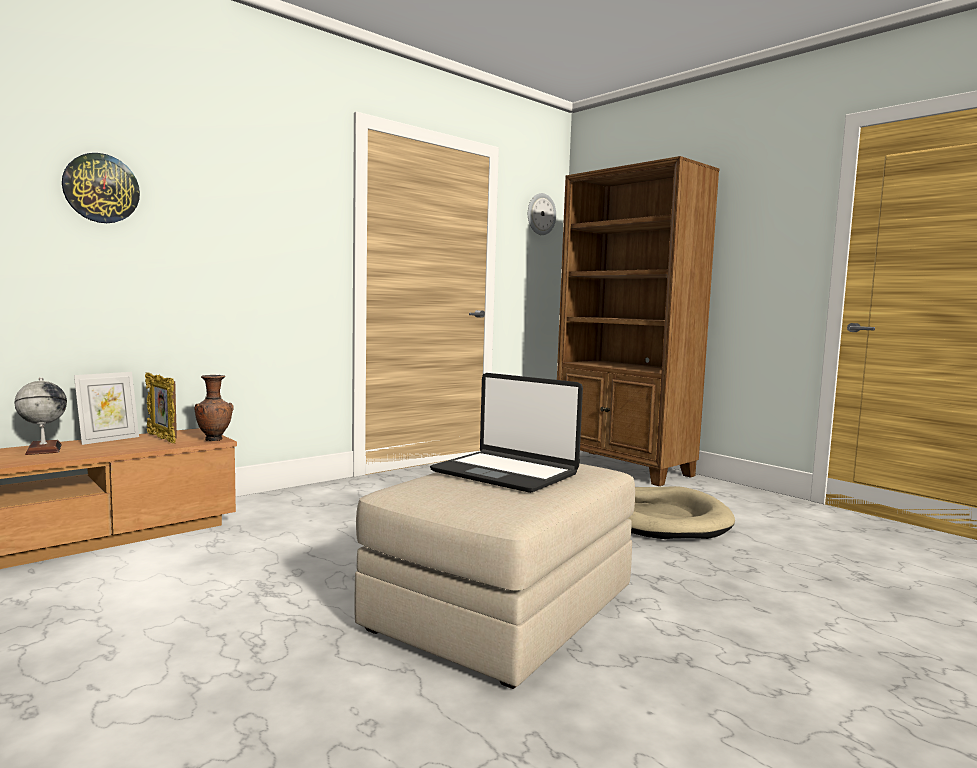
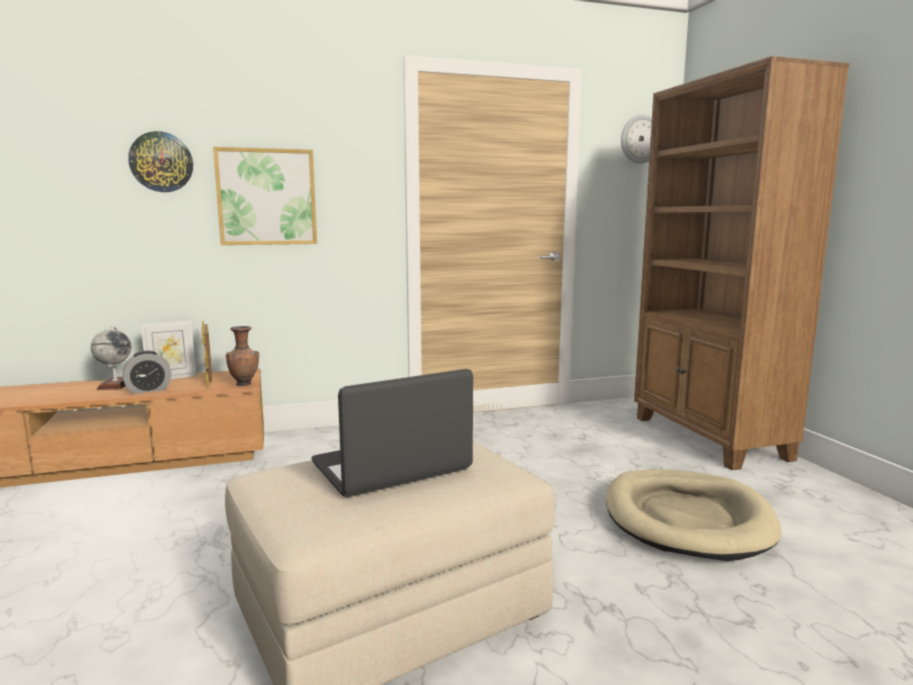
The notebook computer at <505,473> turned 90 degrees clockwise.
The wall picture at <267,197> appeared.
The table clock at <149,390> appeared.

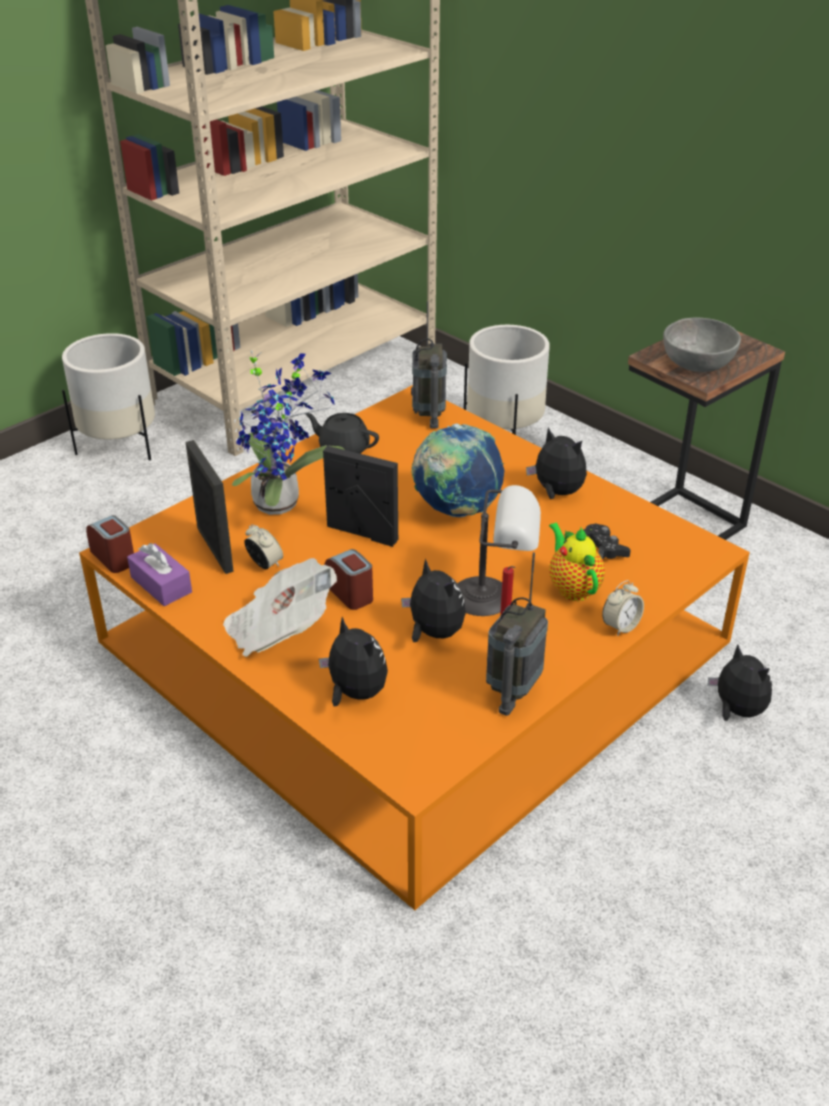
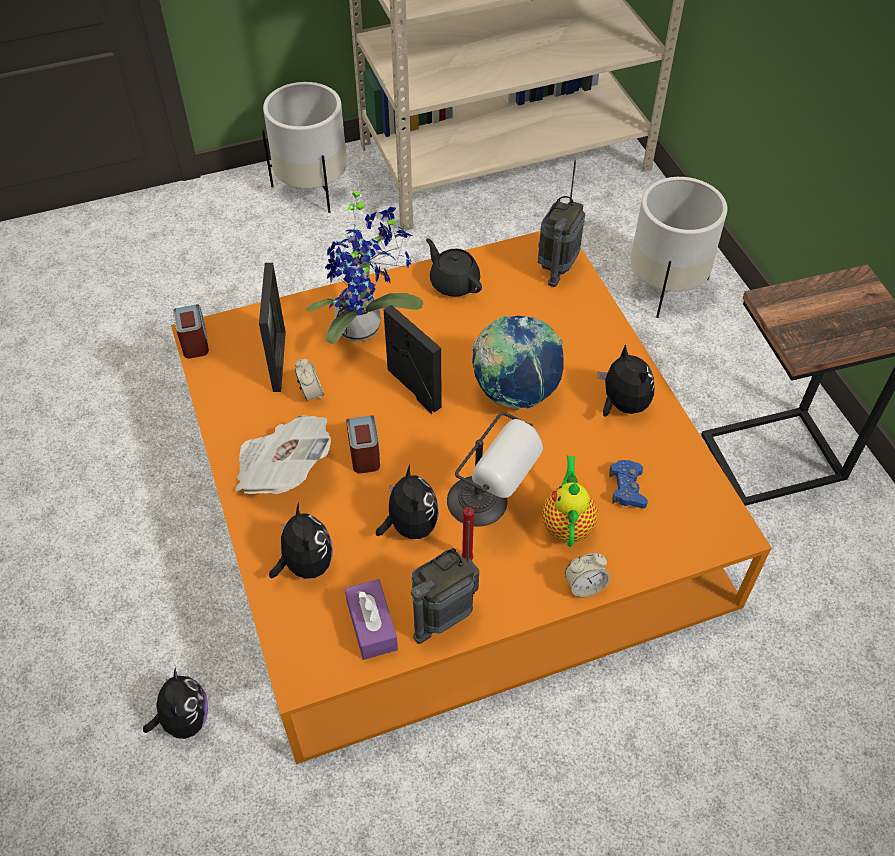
The grey deep dish at <698,362> disappeared.
The black-coloured game controller at <604,548> became the bluish game controller at <627,488>.
The purple tissue holder moved from <161,585> to <372,625>.
The cuddly toy moved from <736,711> to <184,719>.

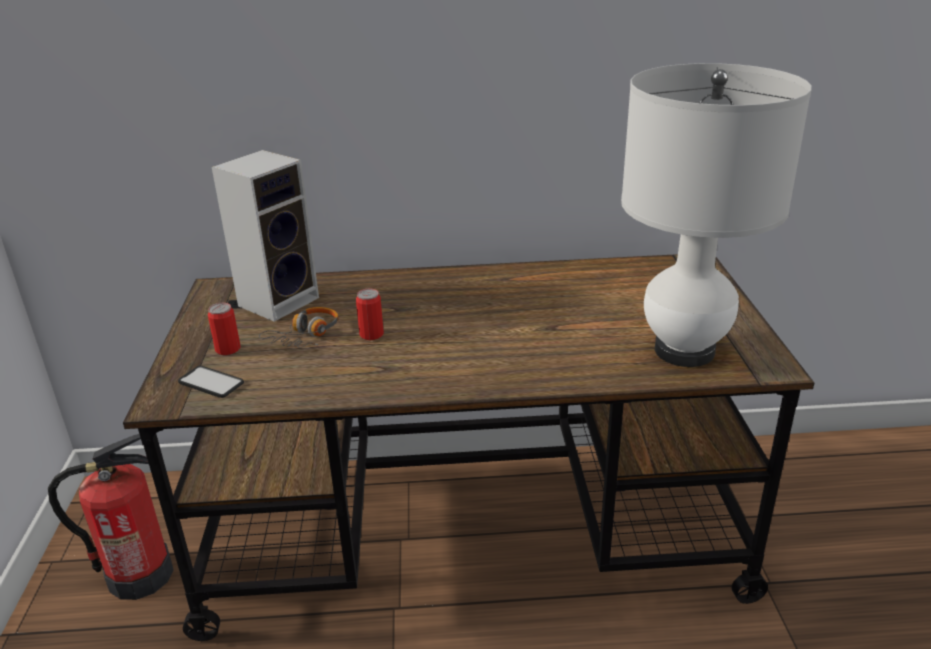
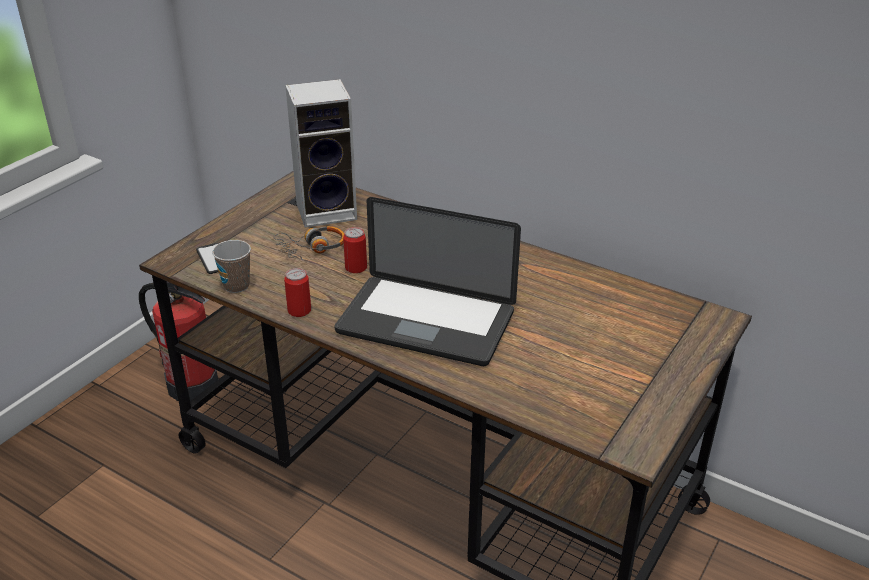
The whitish table lamp at <684,351> disappeared.
The metal can moved from <228,349> to <299,310>.
The notebook computer at <426,322> appeared.
The small cup at <236,286> appeared.

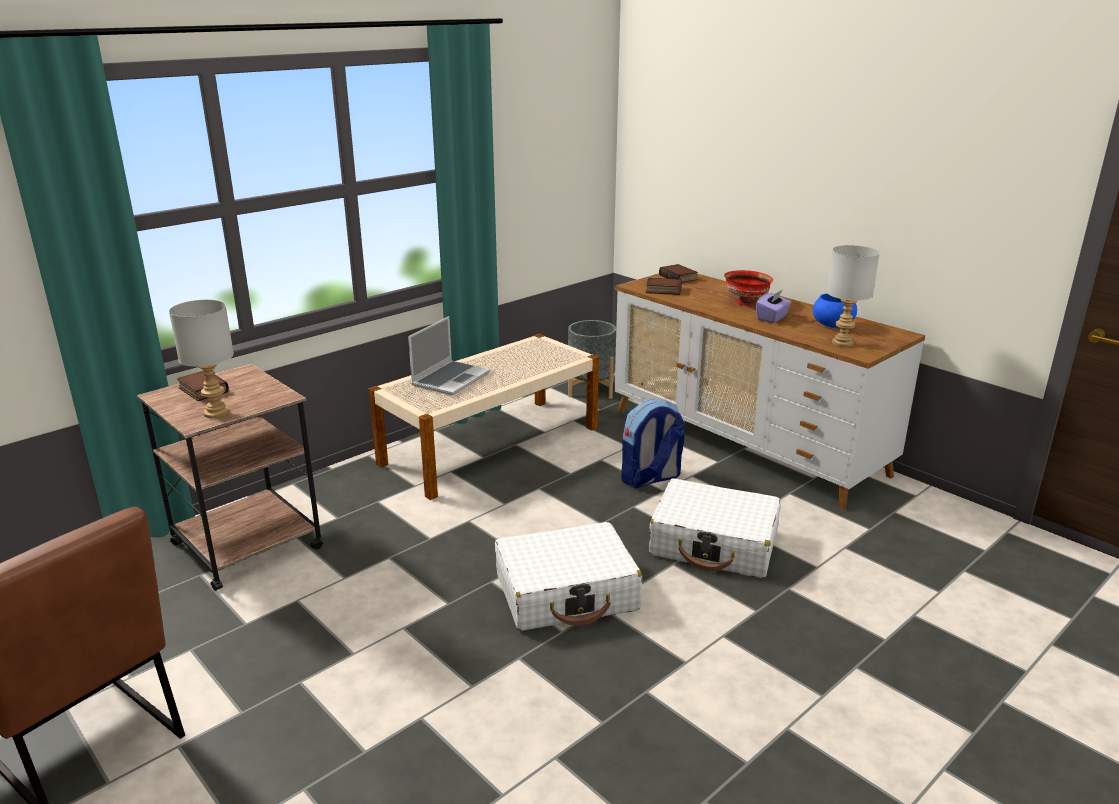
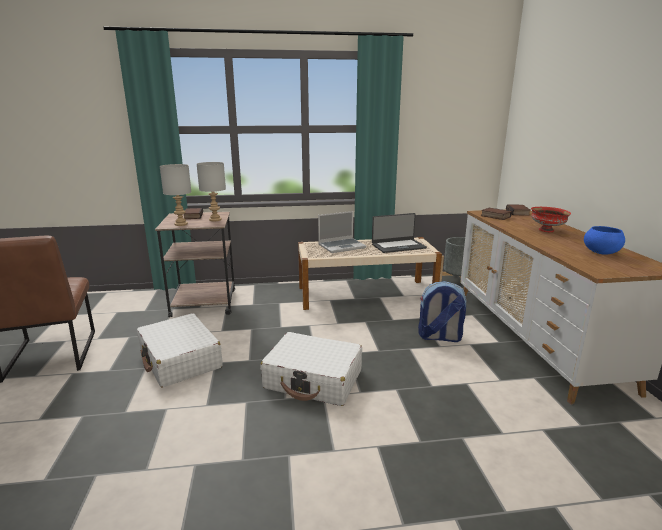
The grey table lamp moved from <841,343> to <214,219>.
The purple tissue holder at <772,318> disappeared.
The whitish suitcase moved from <714,544> to <180,360>.
The notebook computer at <398,246> appeared.

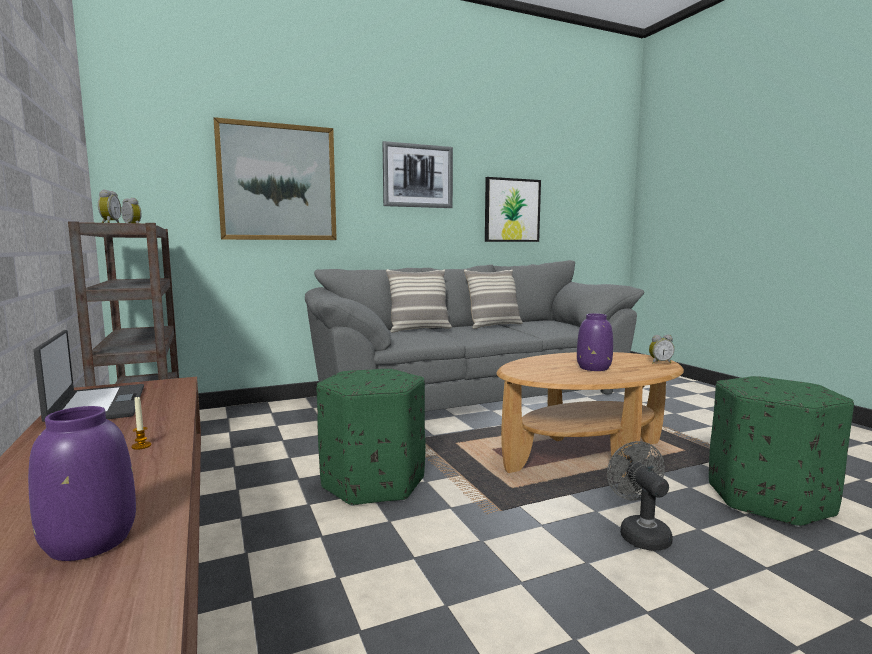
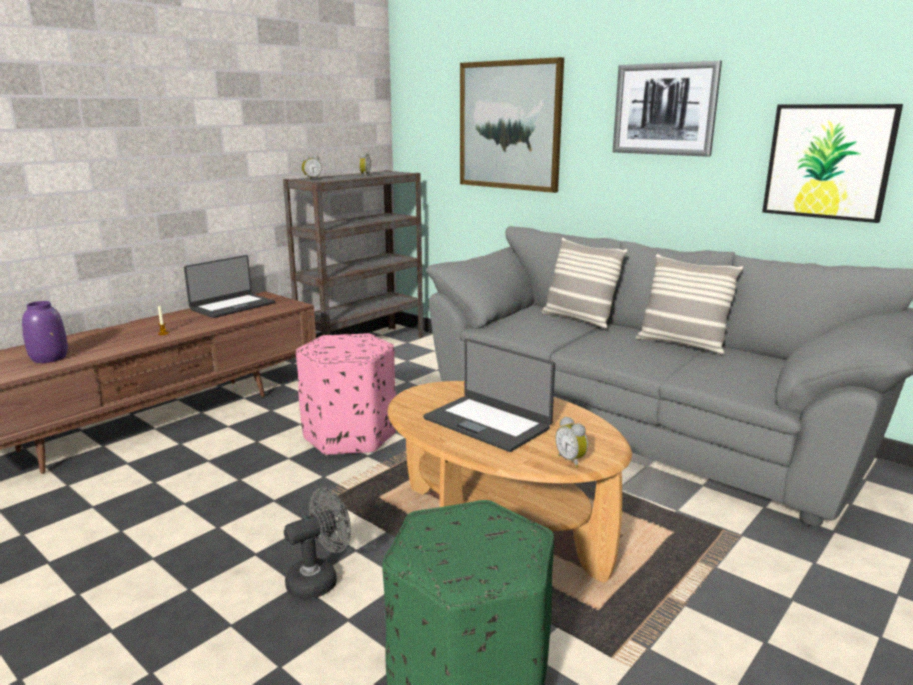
The purple vase at <593,368> was replaced by the notebook computer at <488,423>.
The green-coloured footrest at <372,482> became the pink footrest at <350,435>.

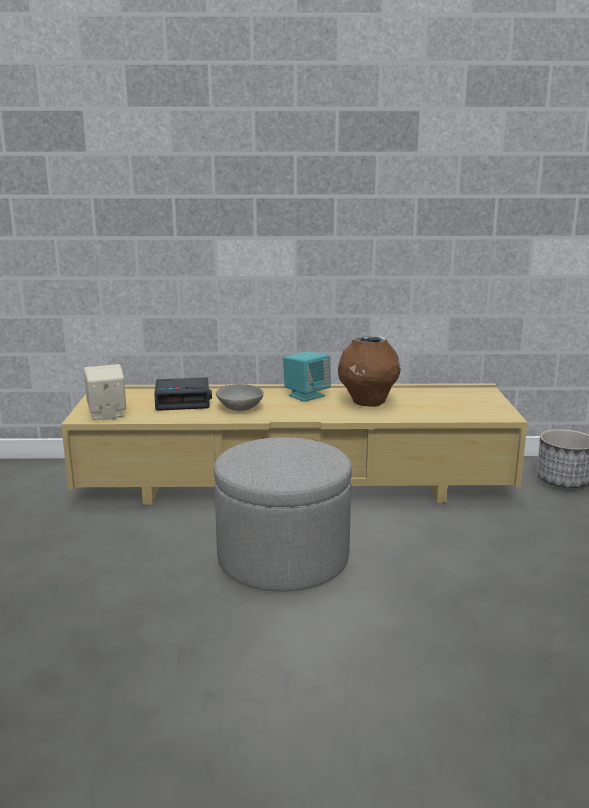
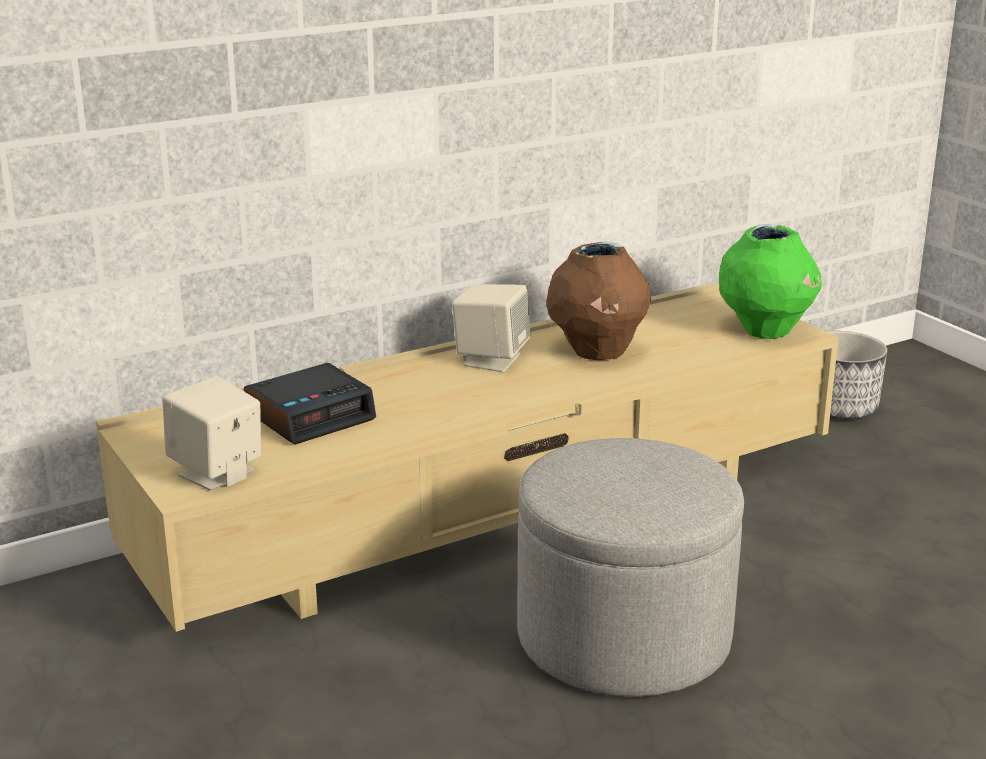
The turquoise loudspeaker at <306,395> became the beige loudspeaker at <491,359>.
The grey deep dish at <240,408> disappeared.
The green-coloured vase at <765,332> appeared.

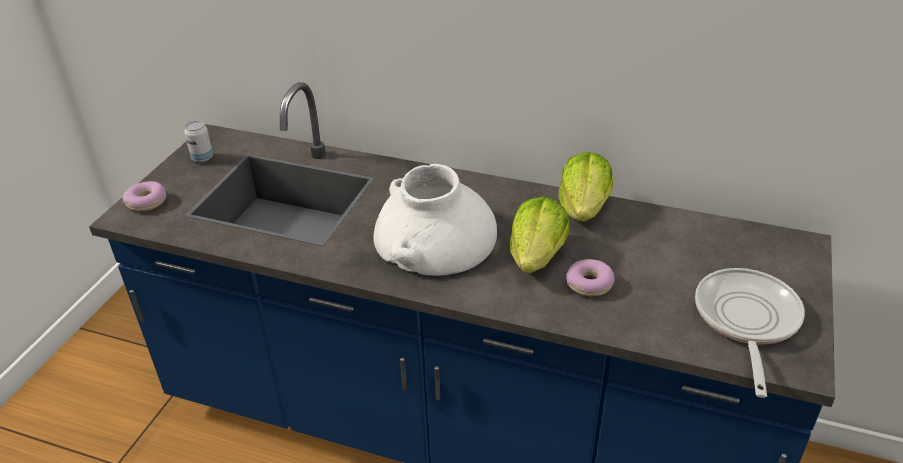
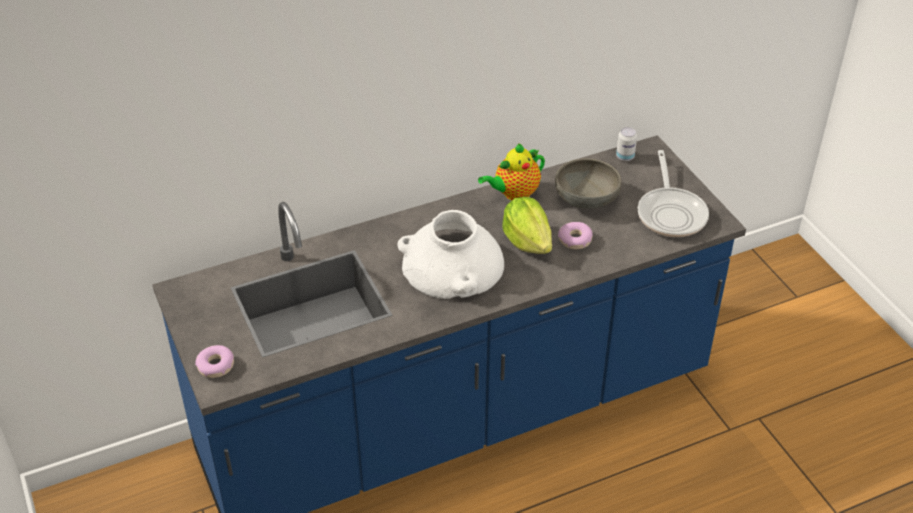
The metal can moved from <202,158> to <625,157>.
The lettuce head at <584,208> was replaced by the teapot at <514,194>.
The frying pan at <746,321> turned 150 degrees counterclockwise.
The grey deep dish at <586,198> appeared.

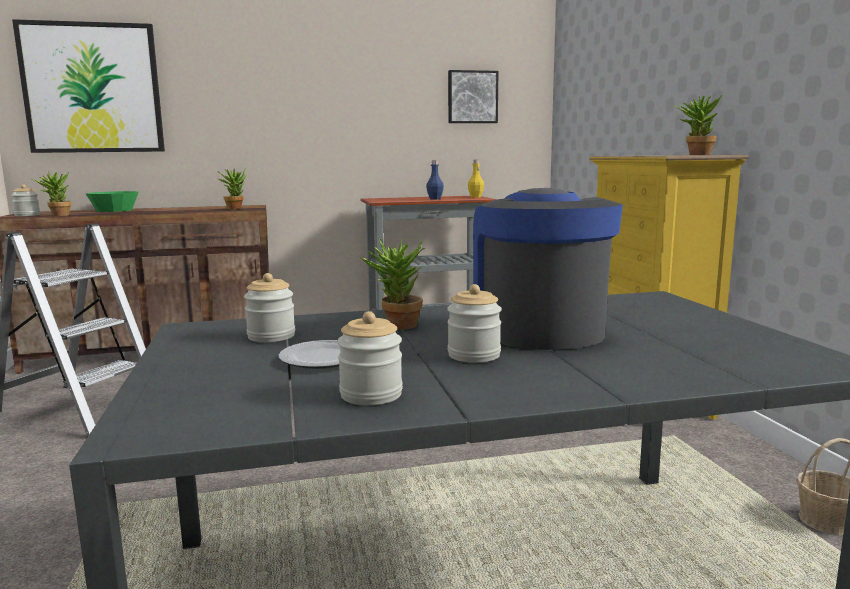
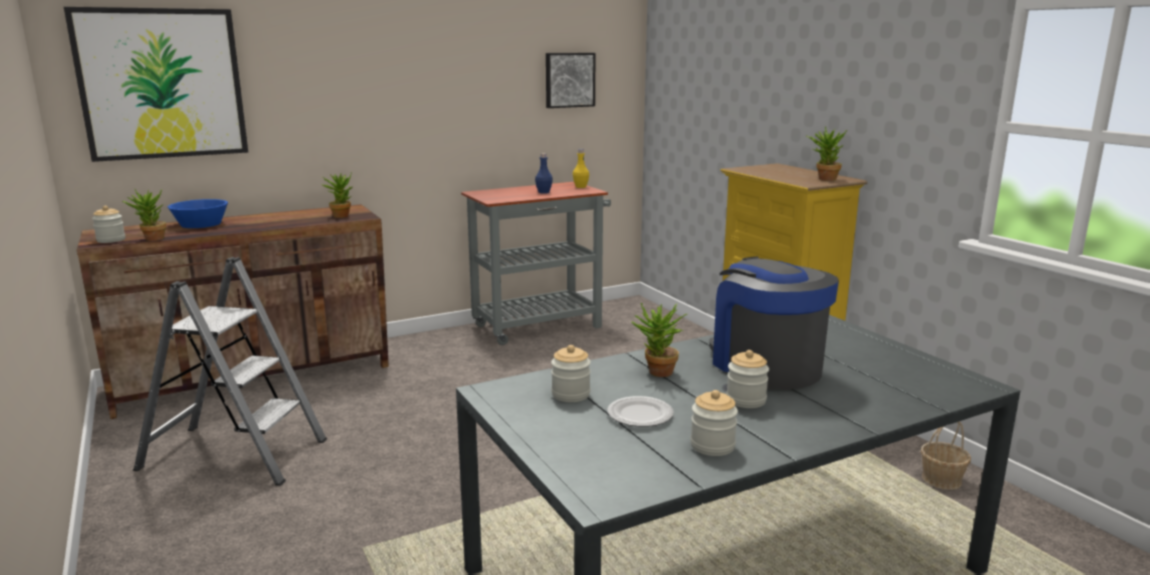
The green-coloured deep dish at <114,210> became the bluish deep dish at <201,224>.

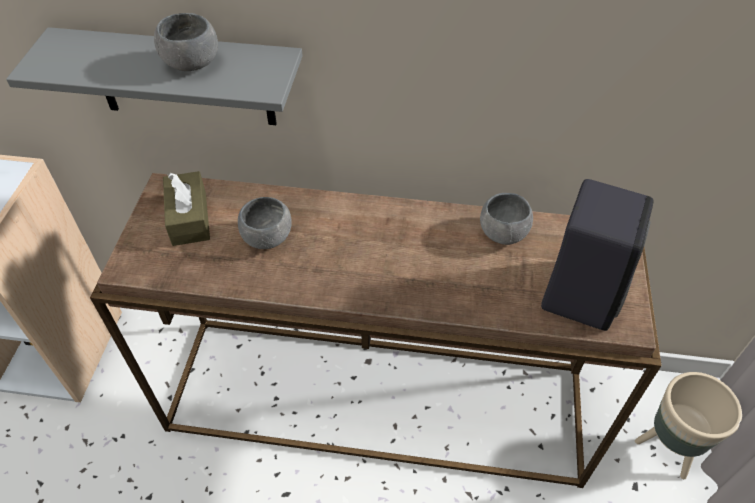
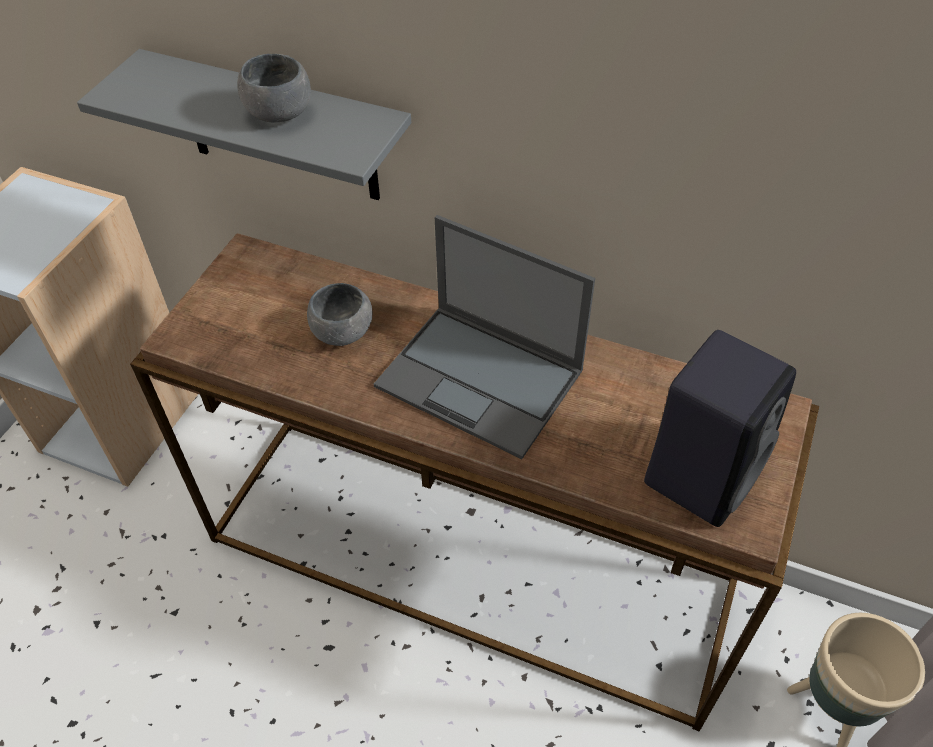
The brown-coloured tissue holder at <189,218> disappeared.
The grey deep dish at <503,233> disappeared.
The notebook computer at <482,379> appeared.

